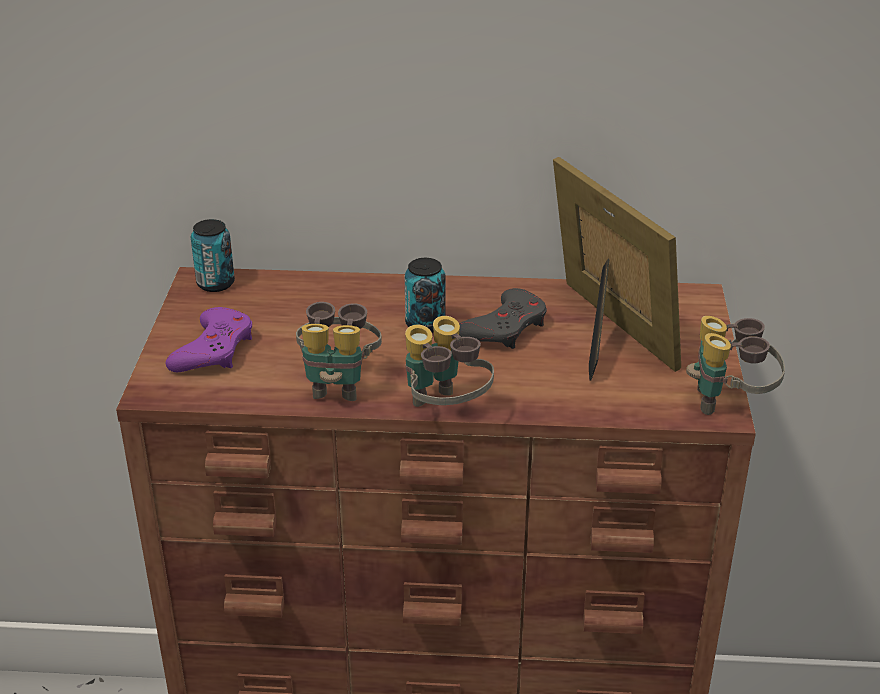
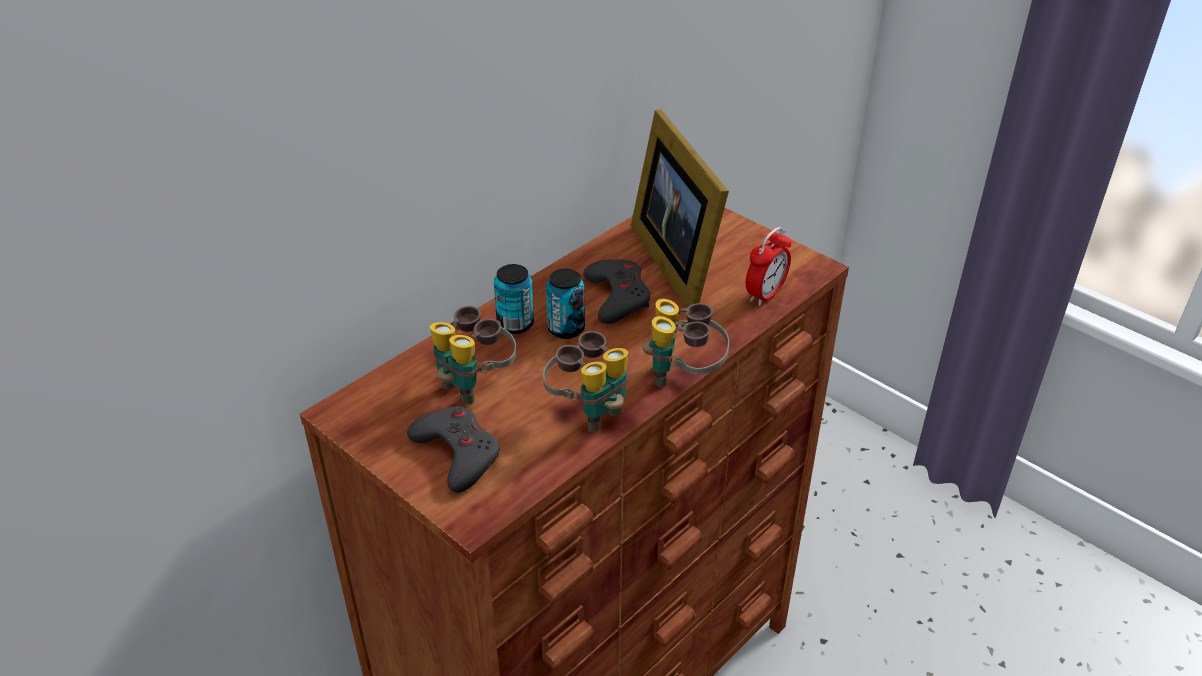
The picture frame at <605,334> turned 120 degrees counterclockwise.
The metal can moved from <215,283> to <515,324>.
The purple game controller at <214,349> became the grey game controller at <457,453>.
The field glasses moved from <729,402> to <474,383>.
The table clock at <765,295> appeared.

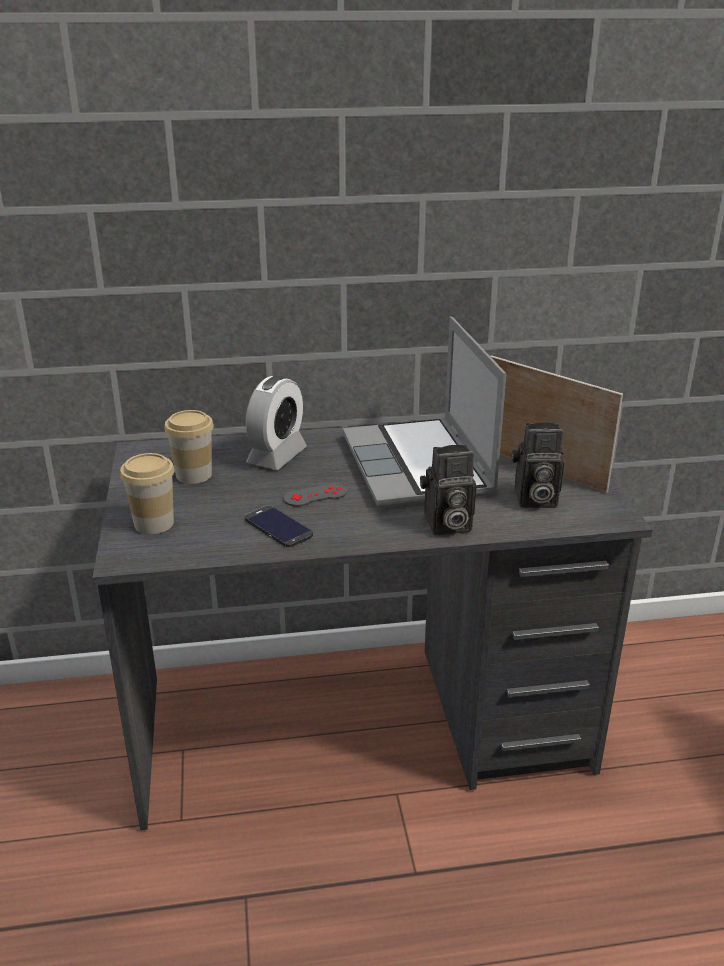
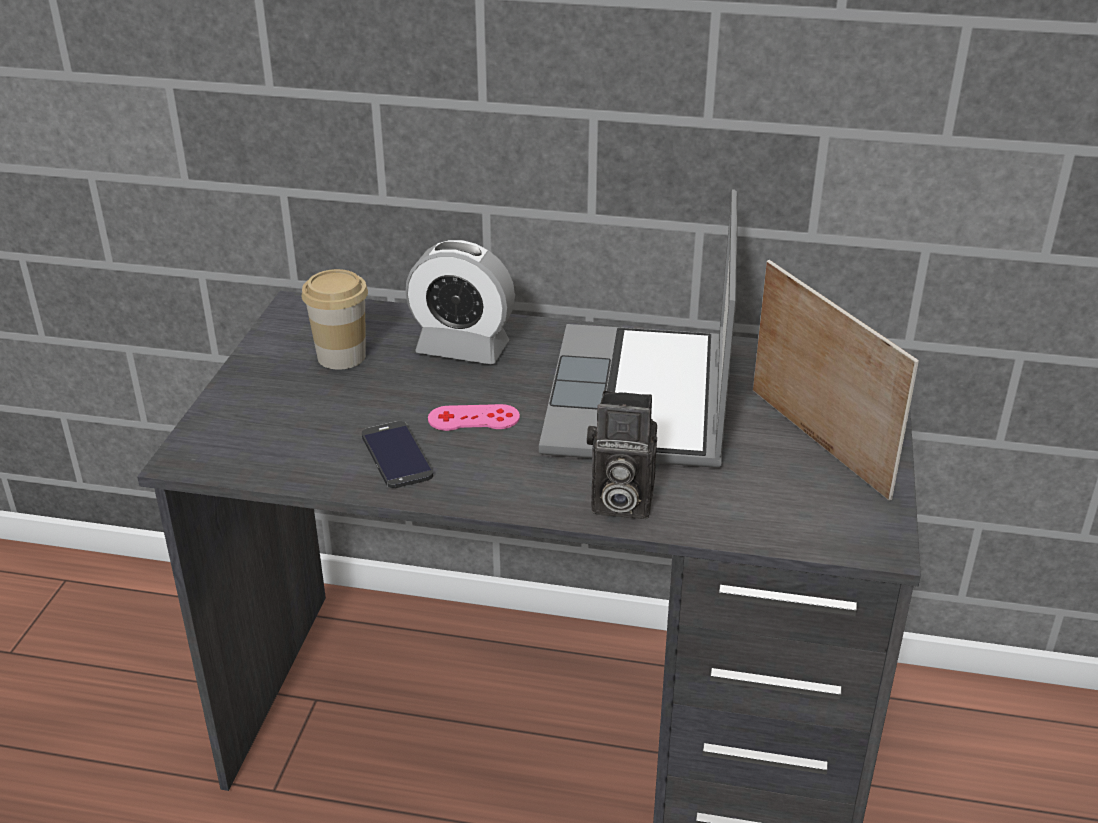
The table clock at <277,456> turned 60 degrees clockwise.
The still camera at <533,500> disappeared.
The small cup at <154,523> disappeared.
The grey game controller at <315,495> became the pink game controller at <473,418>.

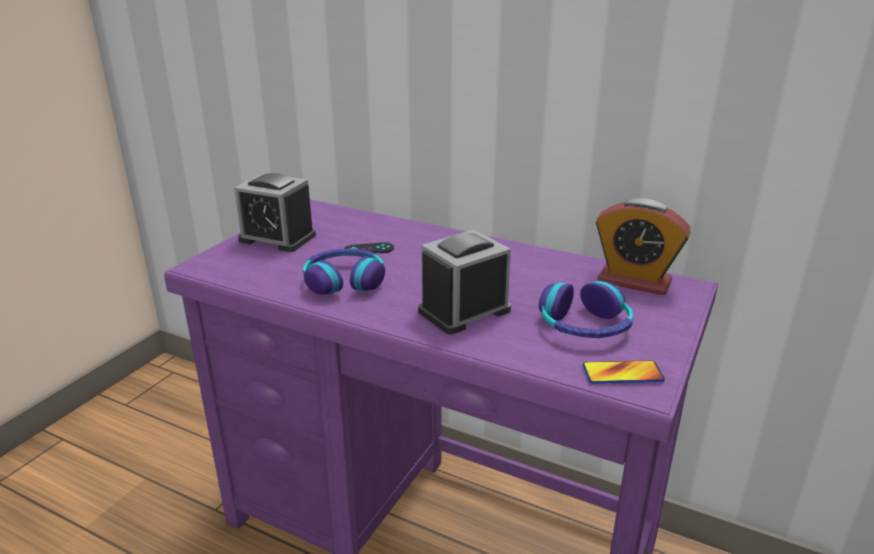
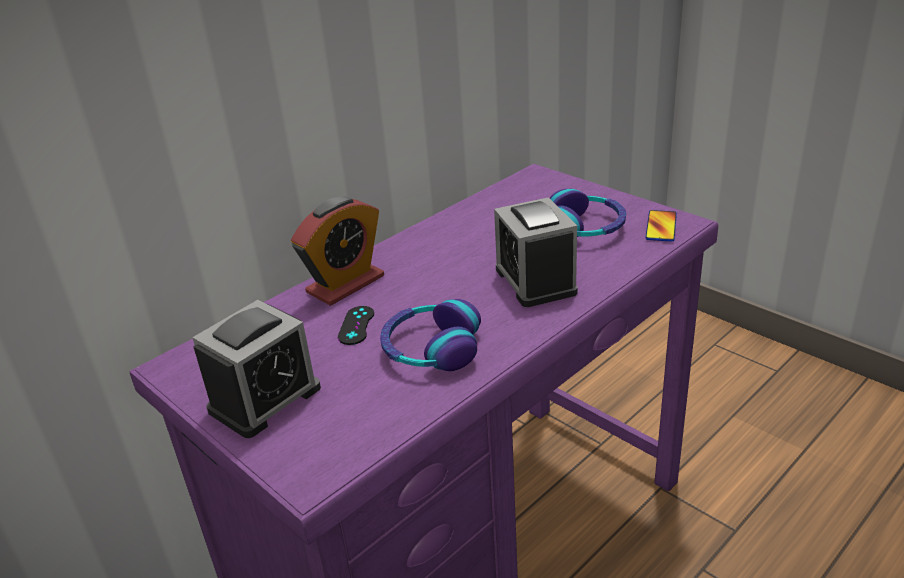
The table clock moved from <634,281> to <345,284>.

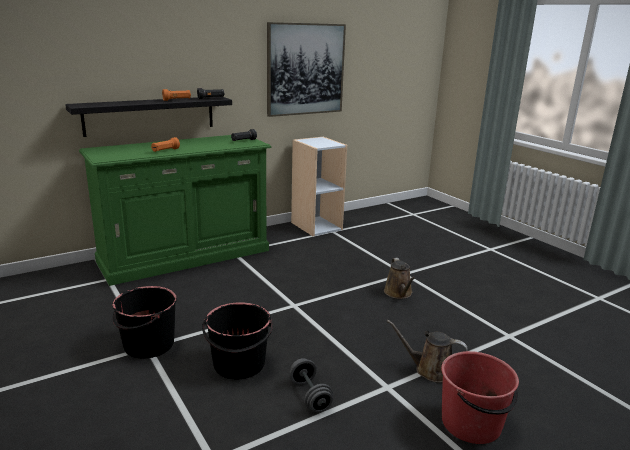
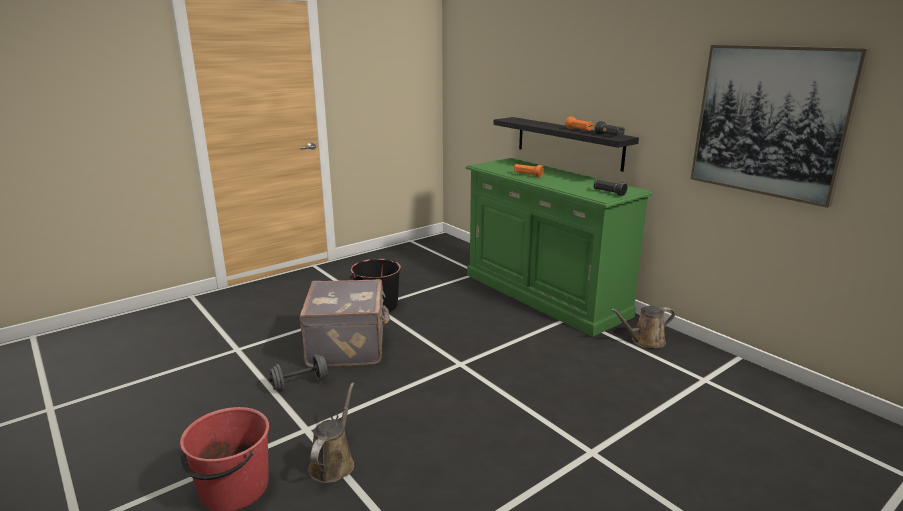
The bookcase at <316,226> disappeared.
The brown-coloured watering can moved from <399,293> to <645,341>.
The black-coloured bucket at <239,365> was replaced by the grey suitcase at <349,345>.

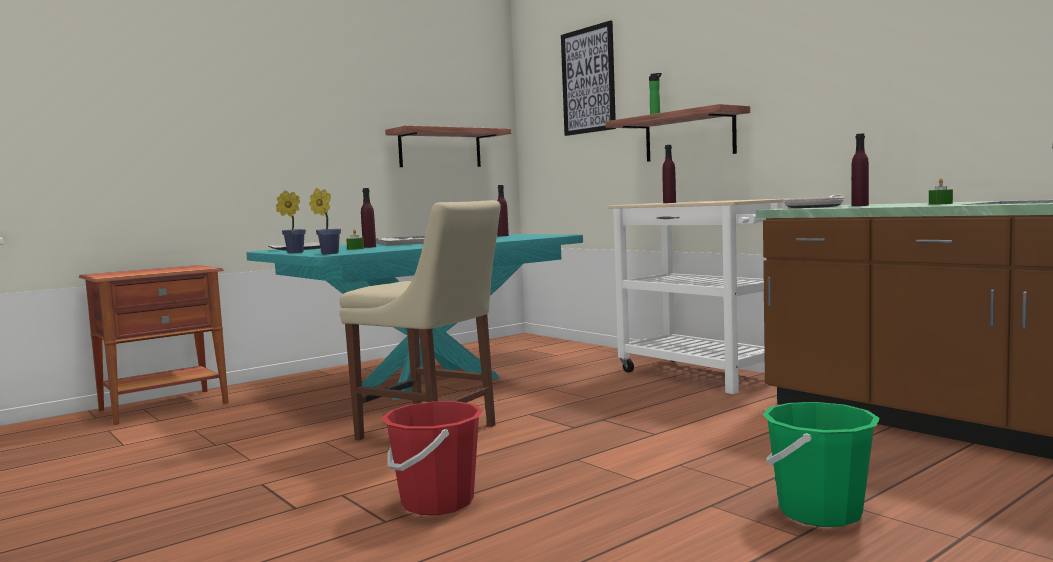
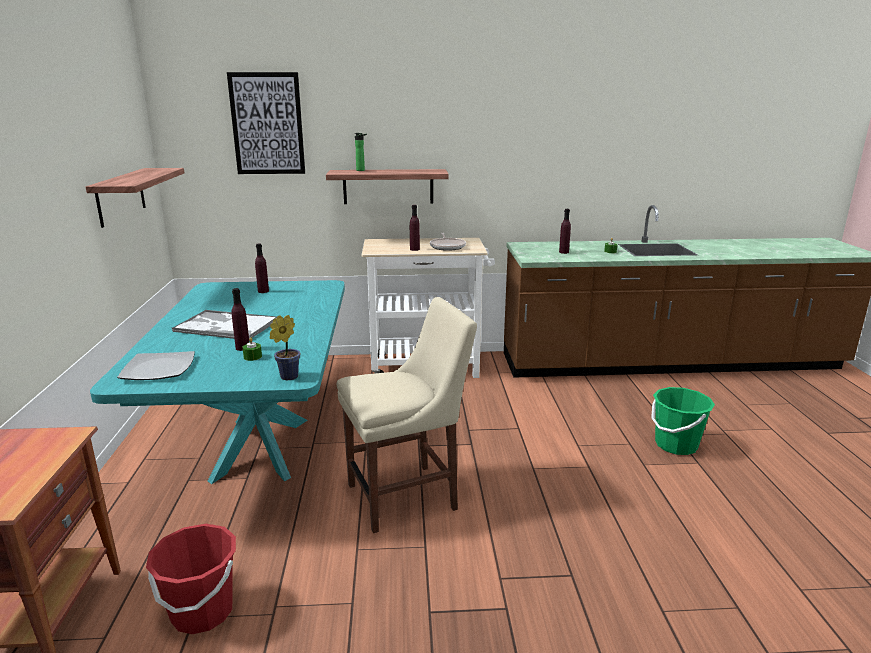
The potted plant at <293,252> disappeared.
The frying pan moved from <815,207> to <447,246>.
The reddish bucket moved from <437,502> to <202,612>.

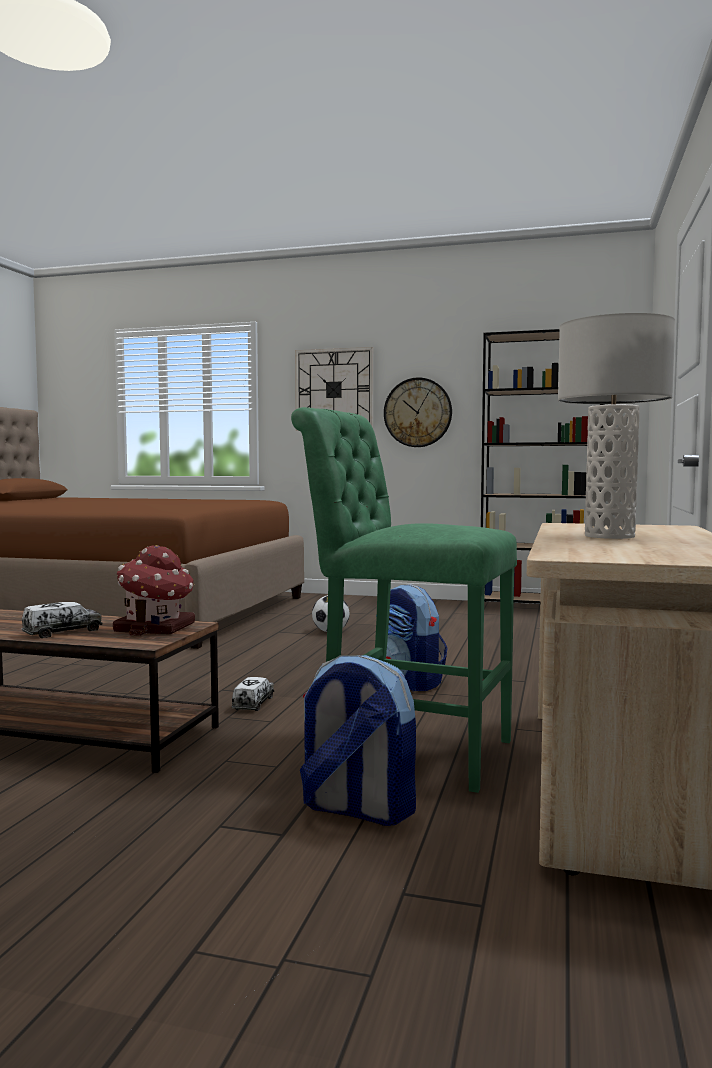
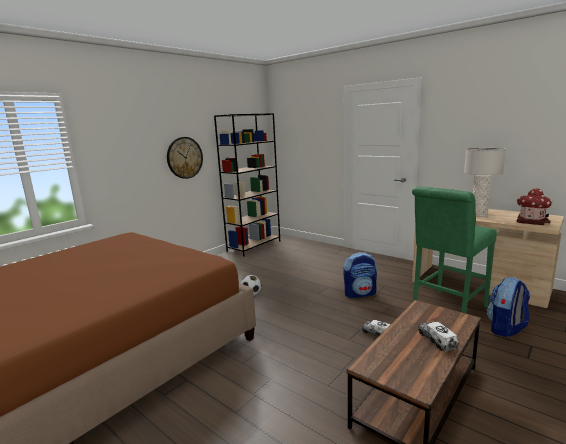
The wall clock at <334,390> disappeared.
The toy house moved from <156,628> to <531,221>.

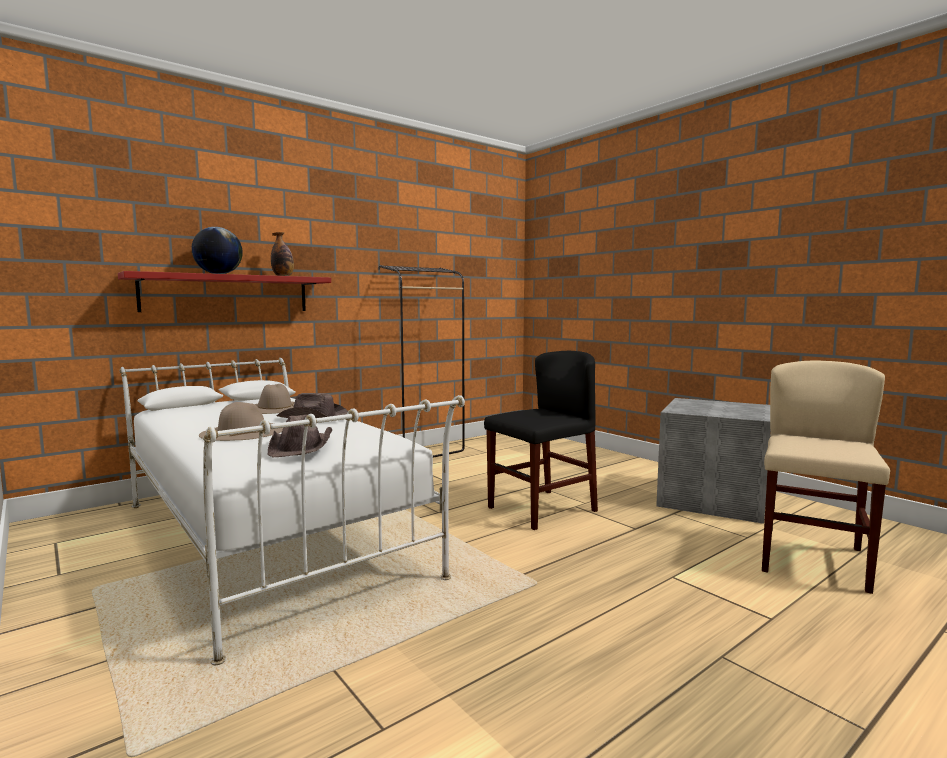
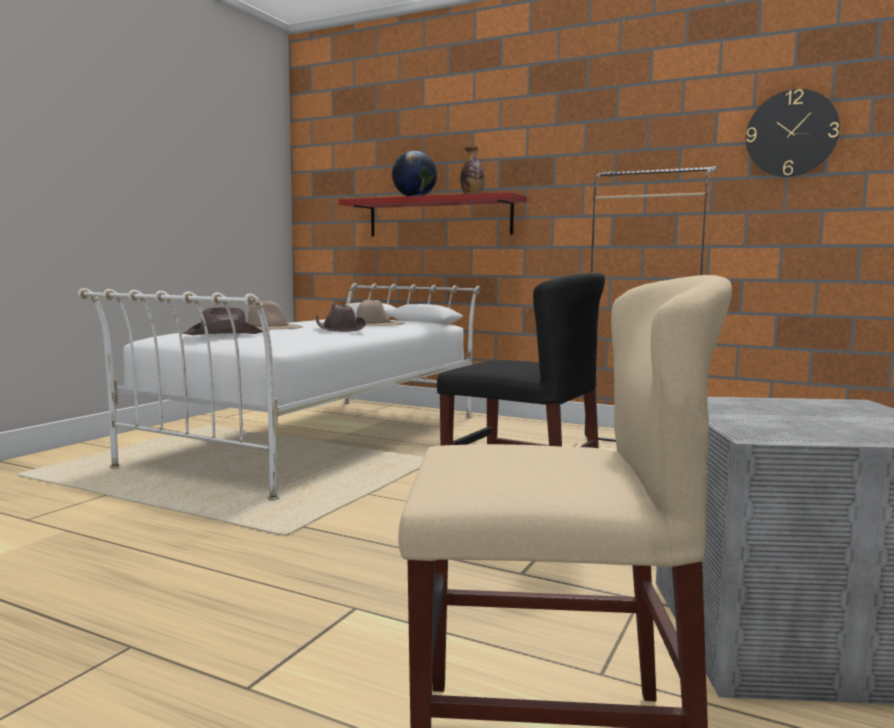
The wall clock at <791,133> appeared.

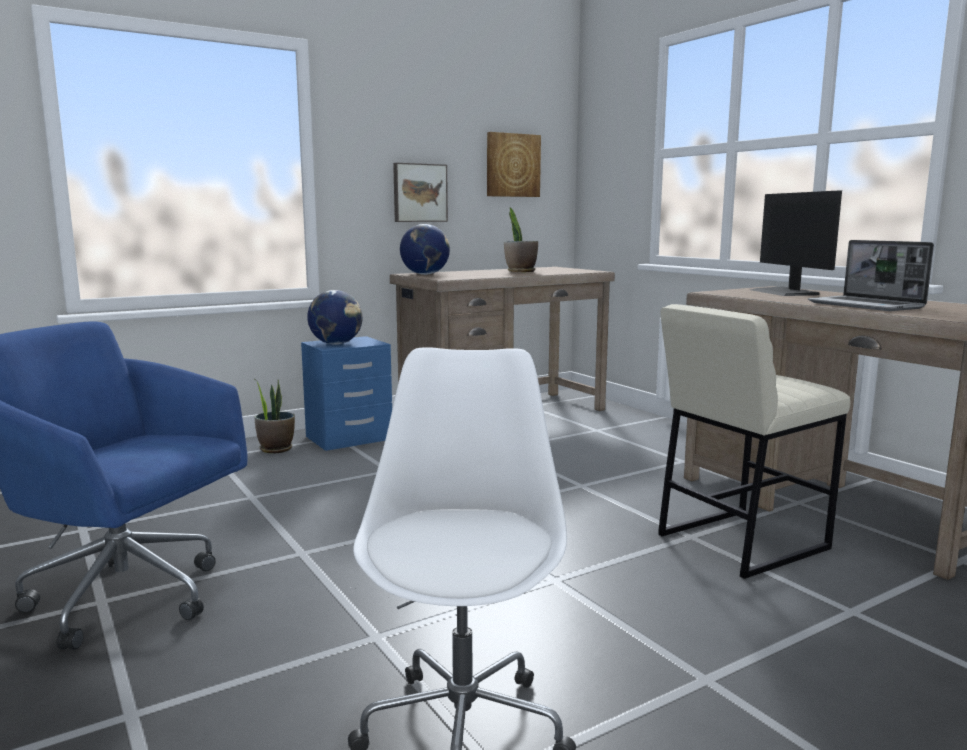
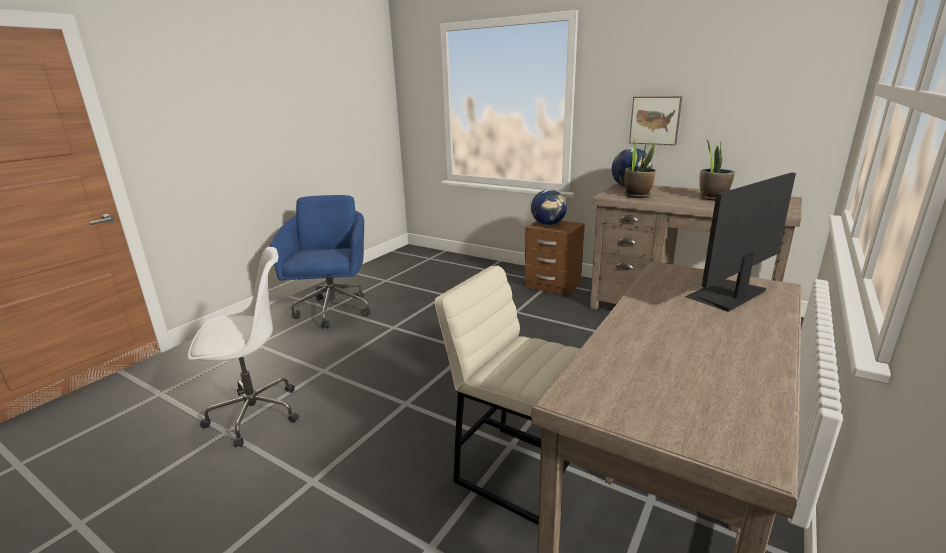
The wall picture at <512,165> disappeared.
The notebook computer at <867,305> disappeared.
The bluish bedside table at <349,438> became the brown-coloured bedside table at <553,285>.
The potted plant moved from <276,449> to <637,195>.

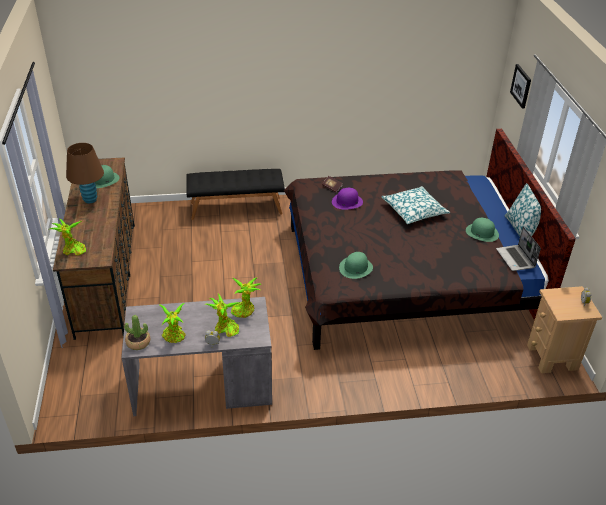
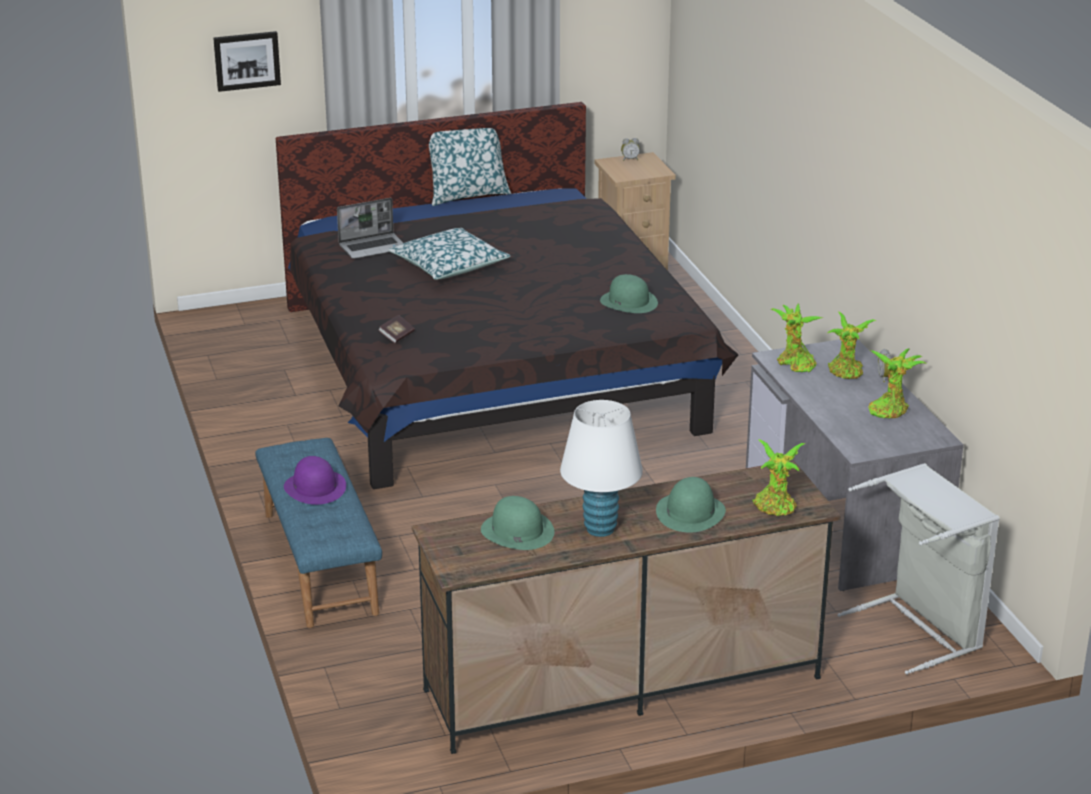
The brown-coloured table lamp at <90,200> became the whitish table lamp at <600,529>.
The black-coloured indoor bench at <236,207> became the bluish indoor bench at <318,563>.
The purple wearable hat moved from <347,202> to <315,487>.
The green-coloured wearable hat moved from <482,232> to <690,512>.
The notebook computer moved from <516,259> to <373,247>.
The potted plant at <138,342> disappeared.
The grey washing basket at <920,628> appeared.

